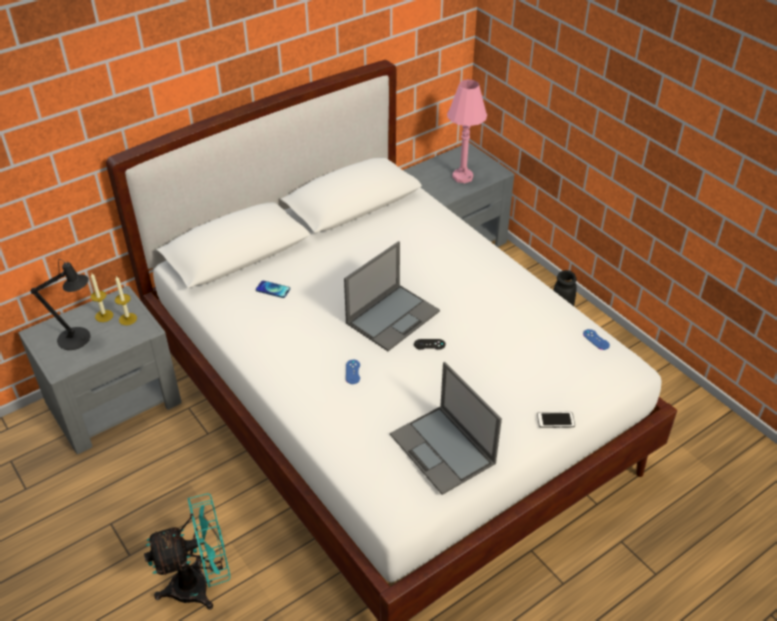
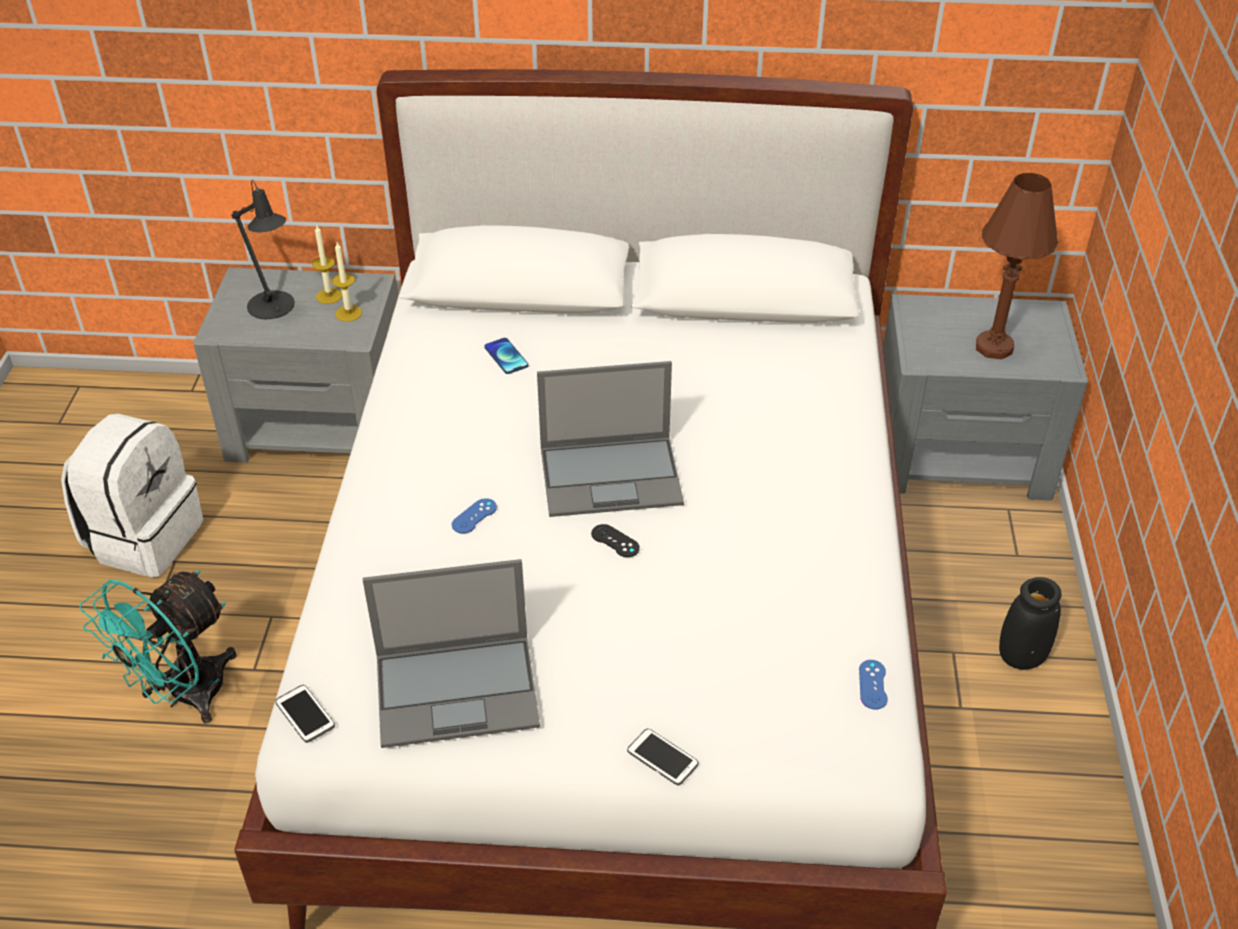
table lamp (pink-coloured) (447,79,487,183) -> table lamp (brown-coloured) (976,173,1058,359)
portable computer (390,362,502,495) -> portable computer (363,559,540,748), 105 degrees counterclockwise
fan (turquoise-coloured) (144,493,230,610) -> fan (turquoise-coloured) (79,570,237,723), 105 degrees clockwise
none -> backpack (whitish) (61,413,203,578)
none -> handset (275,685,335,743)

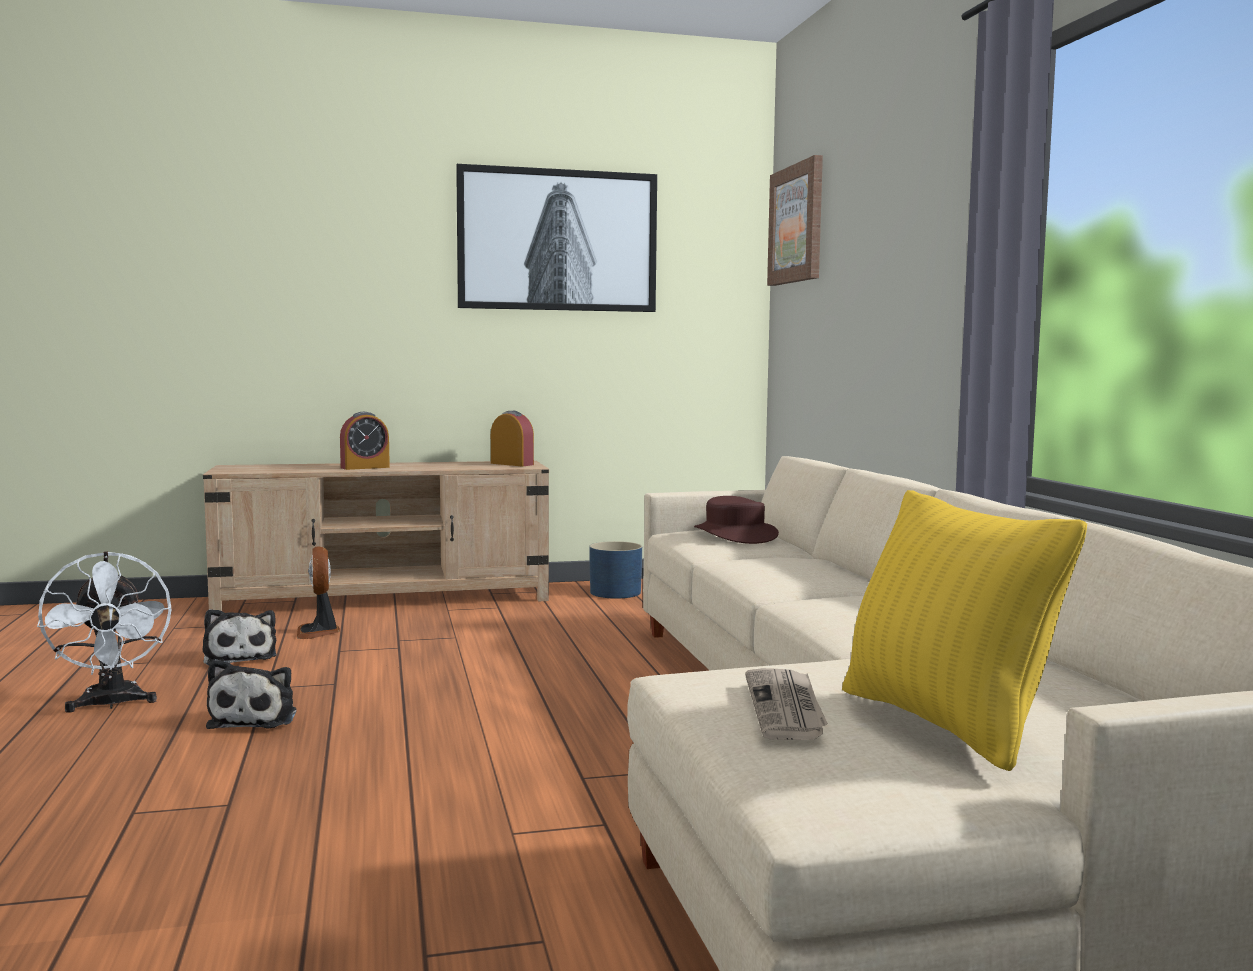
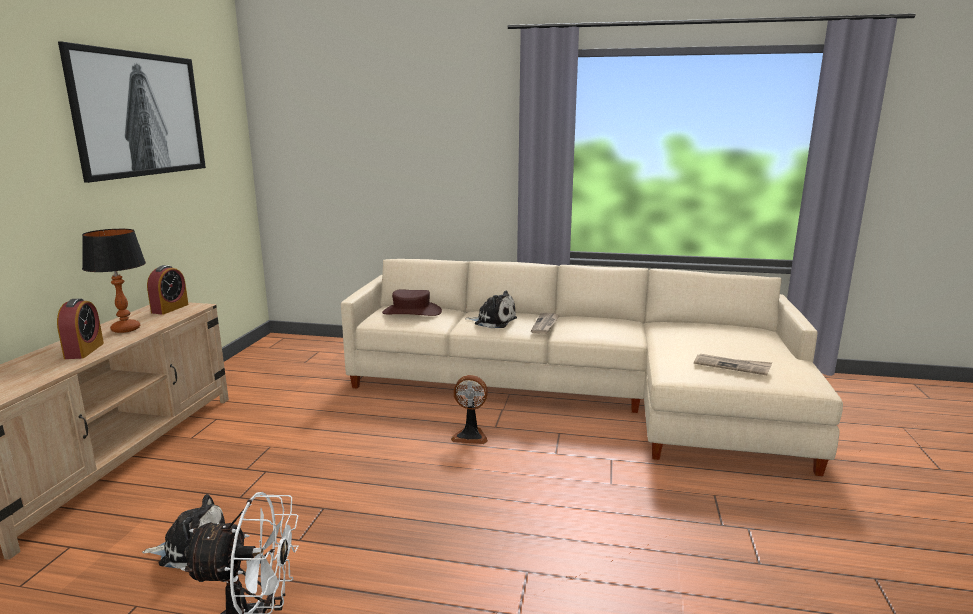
wall art (767,155,823,286) -> none
table clock (491,411,534,466) -> table clock (147,265,189,315), 135 degrees clockwise
throw pillow (yellow) (842,490,1087,771) -> none
planter (bluish) (589,541,642,599) -> none
fan (297,546,340,639) -> fan (451,375,488,444), shifted
plush toy (206,659,297,729) -> plush toy (465,291,517,328), shifted
none -> table lamp (82,229,146,333)
none -> daily paper (531,313,560,334)

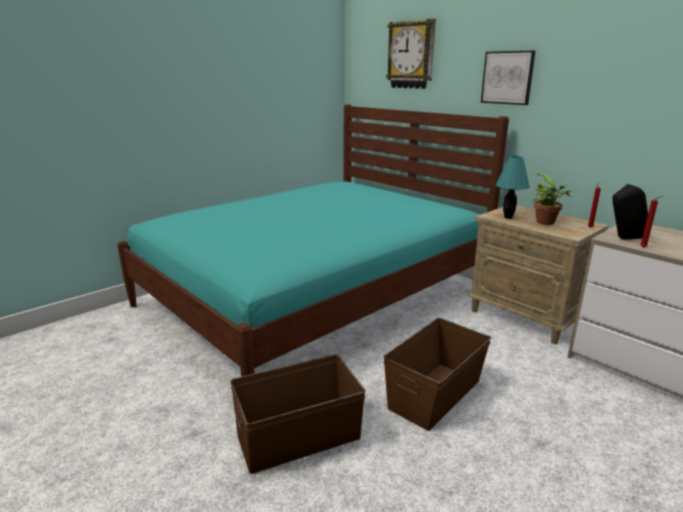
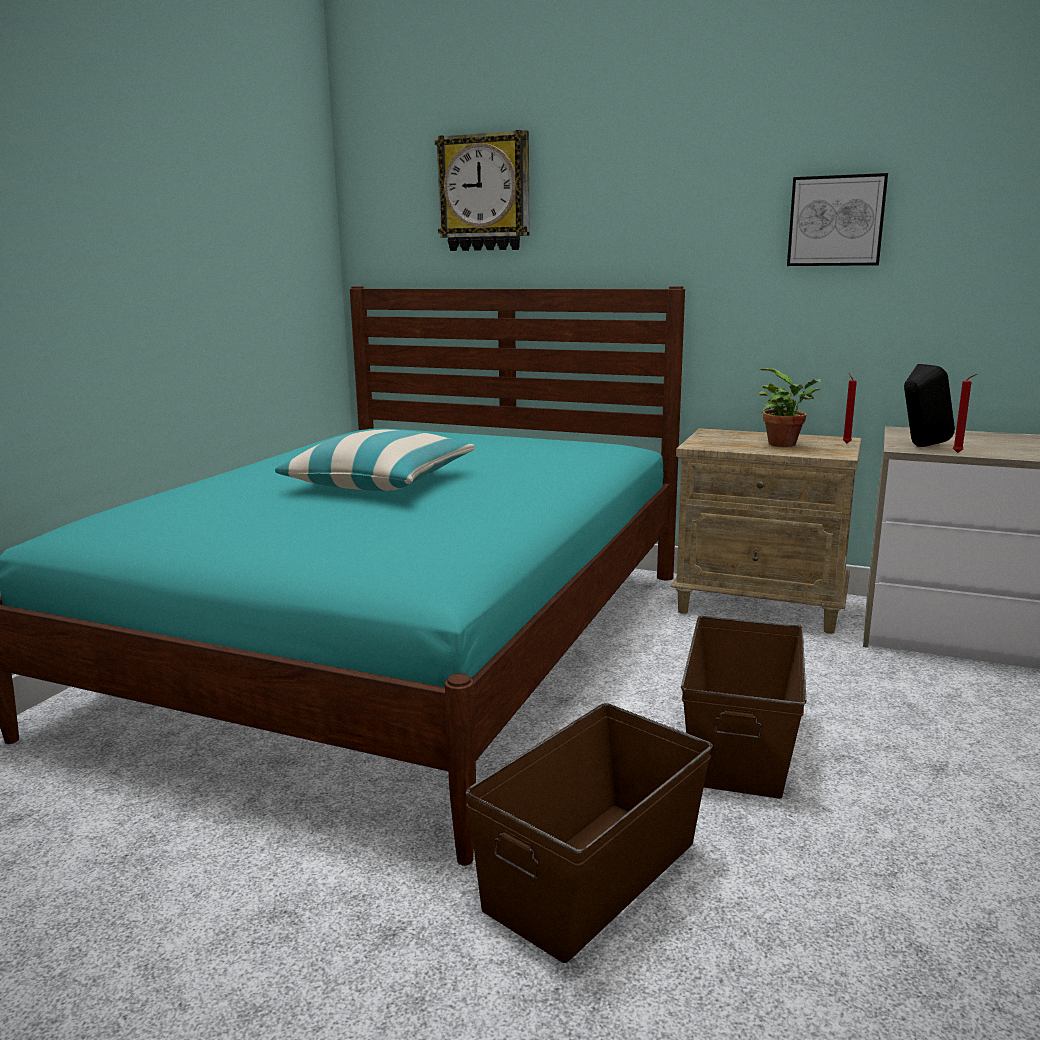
wall art (481,51,536,105) -> wall art (787,173,888,266), shifted
table lamp (turquoise-coloured) (496,156,530,219) -> none
none -> throw pillow (275,430,475,491)

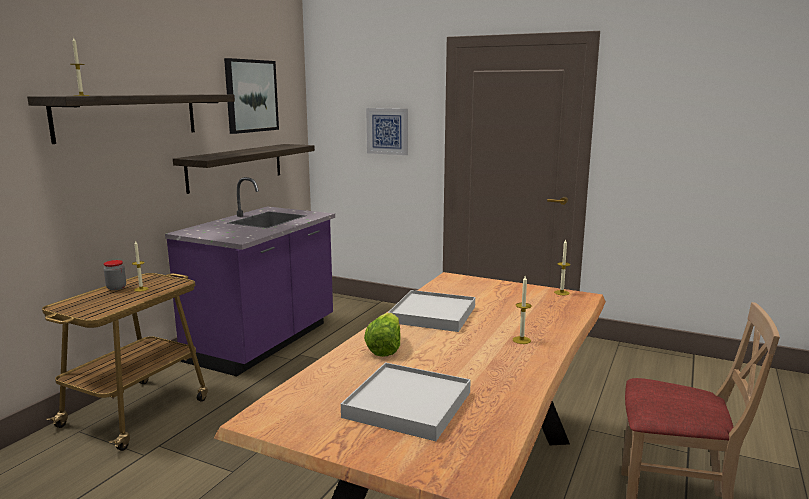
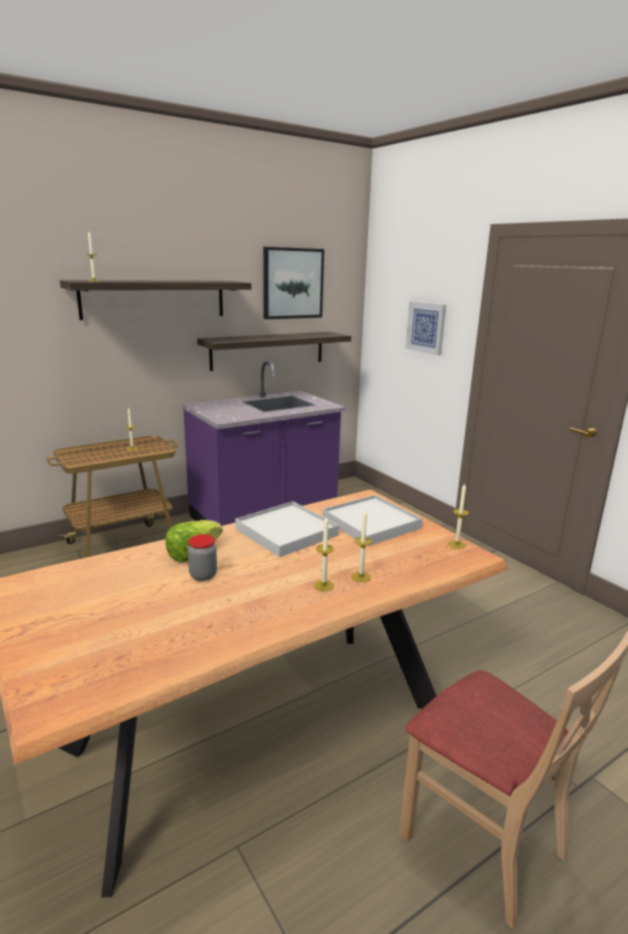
storage jar (104,260,126,290) -> storage jar (188,534,217,581), shifted
serving tray (whitish) (341,362,471,441) -> serving tray (whitish) (322,495,423,546), shifted
none -> wax light (351,510,372,583)

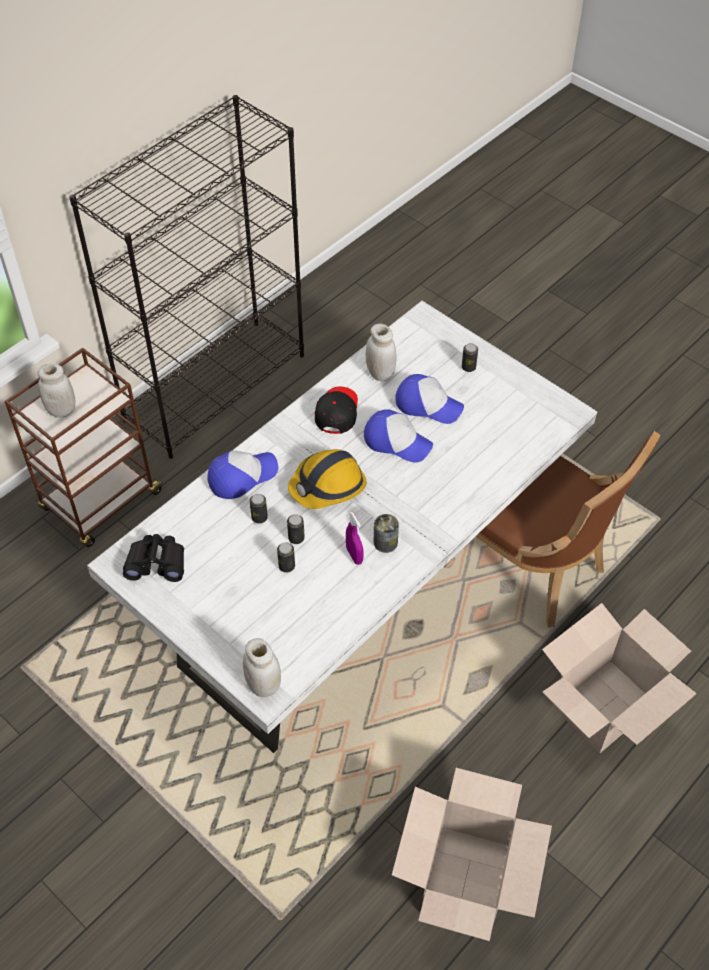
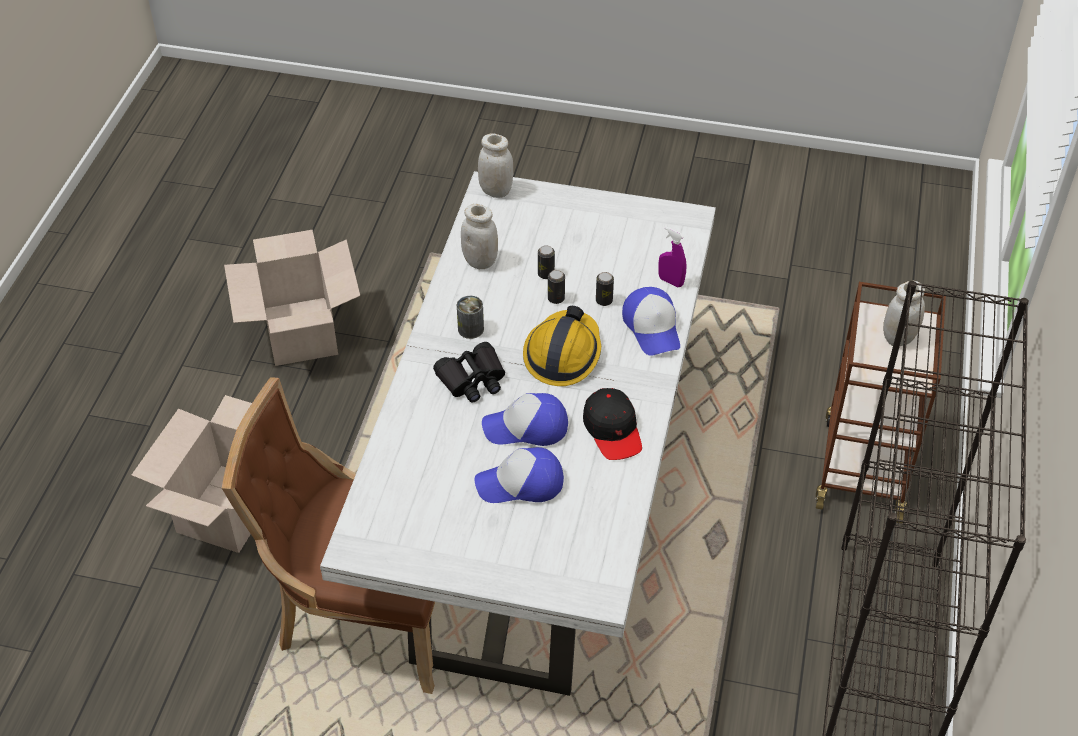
storage jar (whitish) (366,323,396,381) -> storage jar (whitish) (461,204,498,269), shifted
can (462,343,478,372) -> none
cap (207,451,278,499) -> cap (622,287,680,356), 45 degrees counterclockwise
hand sprayer (purplish) (346,512,364,565) -> hand sprayer (purplish) (658,227,686,287), shifted
pair of binoculars (black) (123,534,184,582) -> pair of binoculars (black) (433,342,505,403), shifted

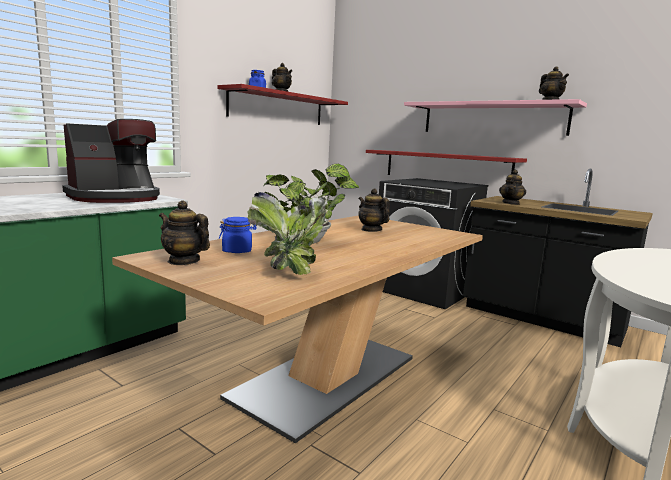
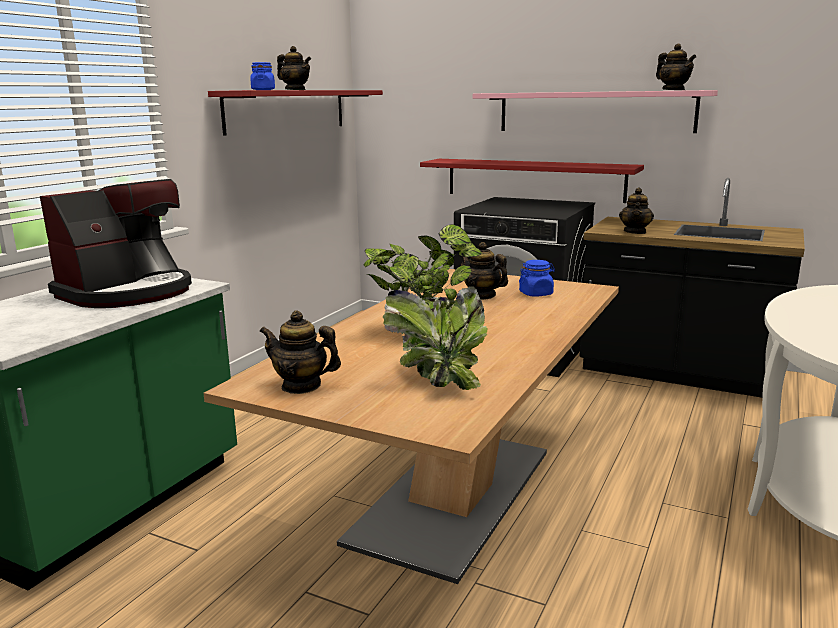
storage jar (bluish) (219,217,257,253) -> storage jar (bluish) (519,260,555,296), shifted

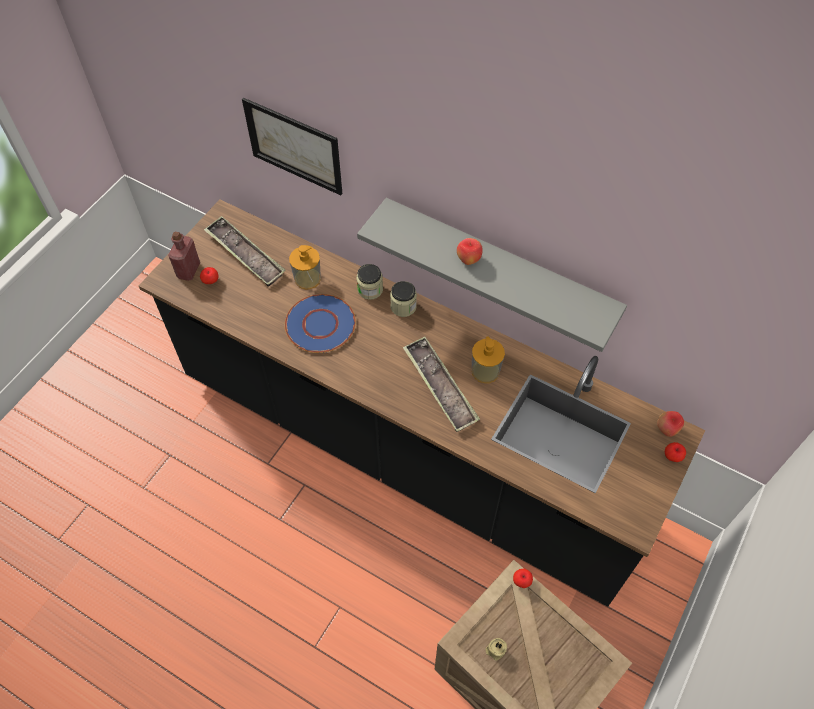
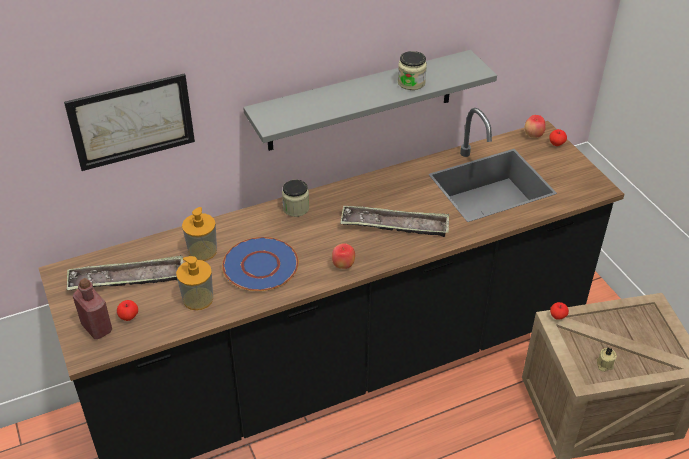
apple (457,238,483,265) -> apple (332,243,355,269), shifted
storage jar (356,264,383,300) -> storage jar (398,51,427,90), shifted
soap dispenser (472,337,505,383) -> soap dispenser (176,256,213,310), shifted

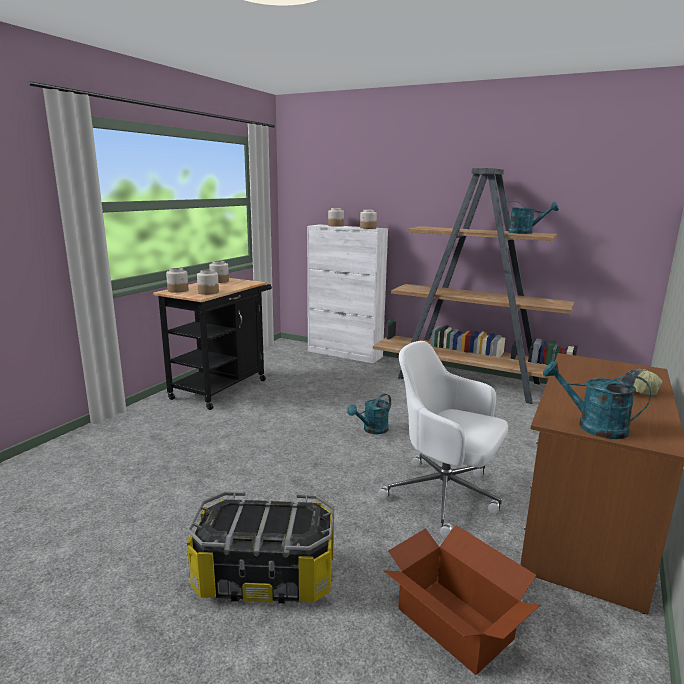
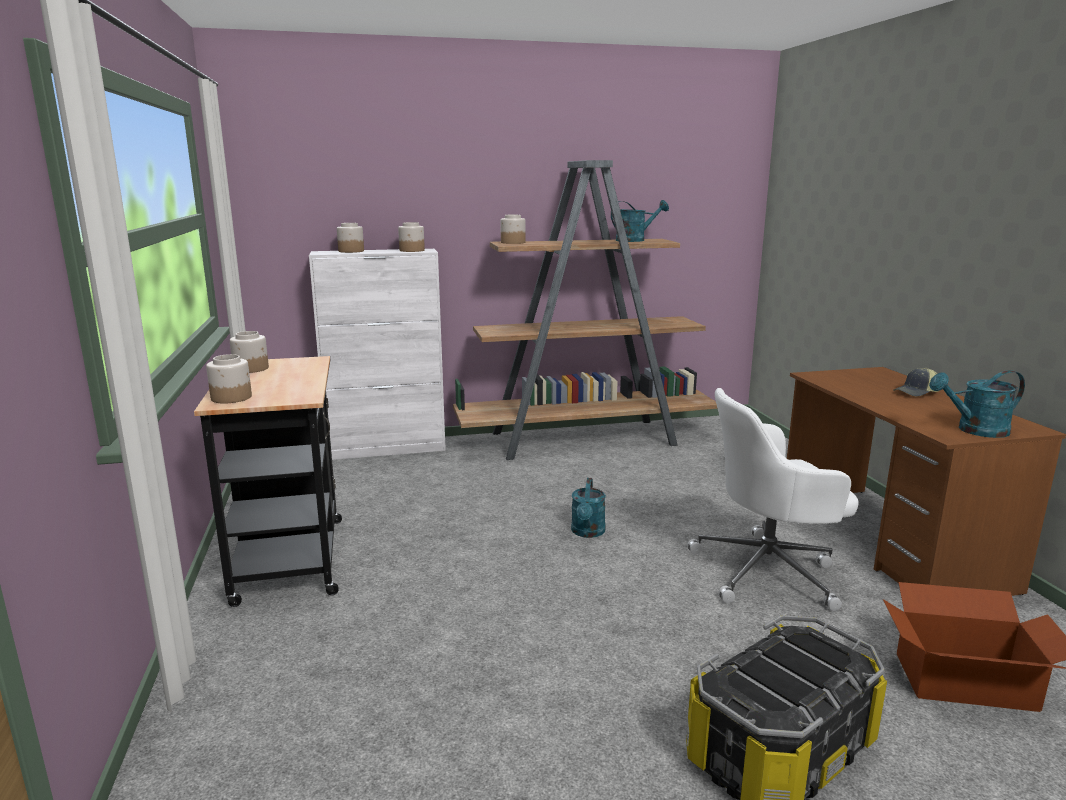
storage jar (197,270,219,295) -> storage jar (500,215,525,244), shifted

